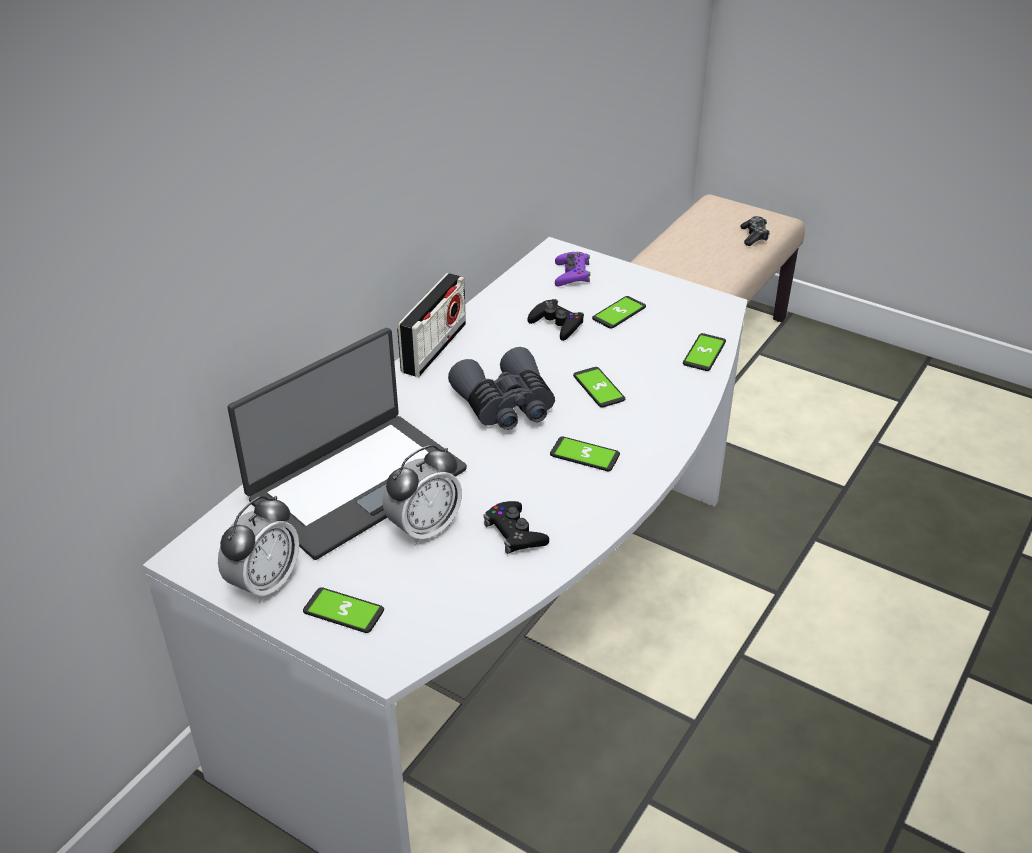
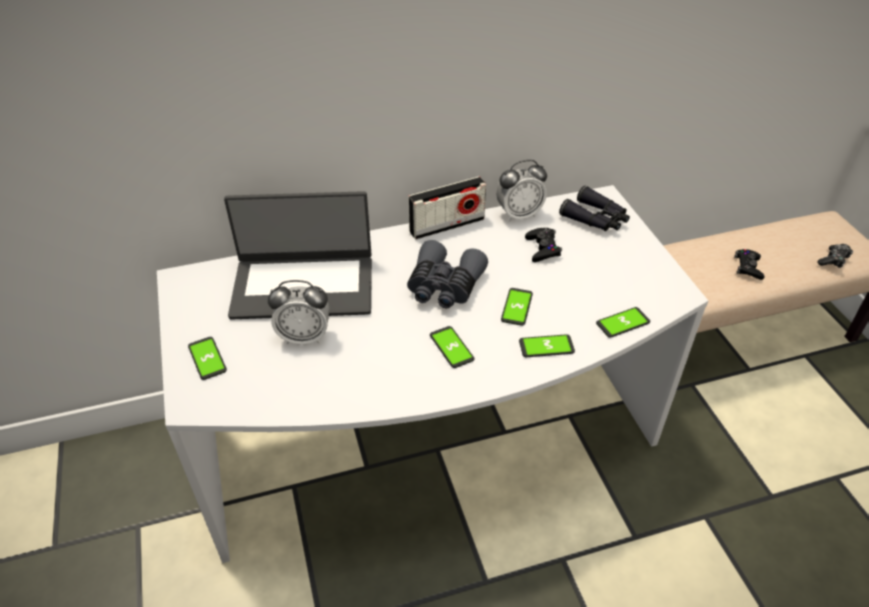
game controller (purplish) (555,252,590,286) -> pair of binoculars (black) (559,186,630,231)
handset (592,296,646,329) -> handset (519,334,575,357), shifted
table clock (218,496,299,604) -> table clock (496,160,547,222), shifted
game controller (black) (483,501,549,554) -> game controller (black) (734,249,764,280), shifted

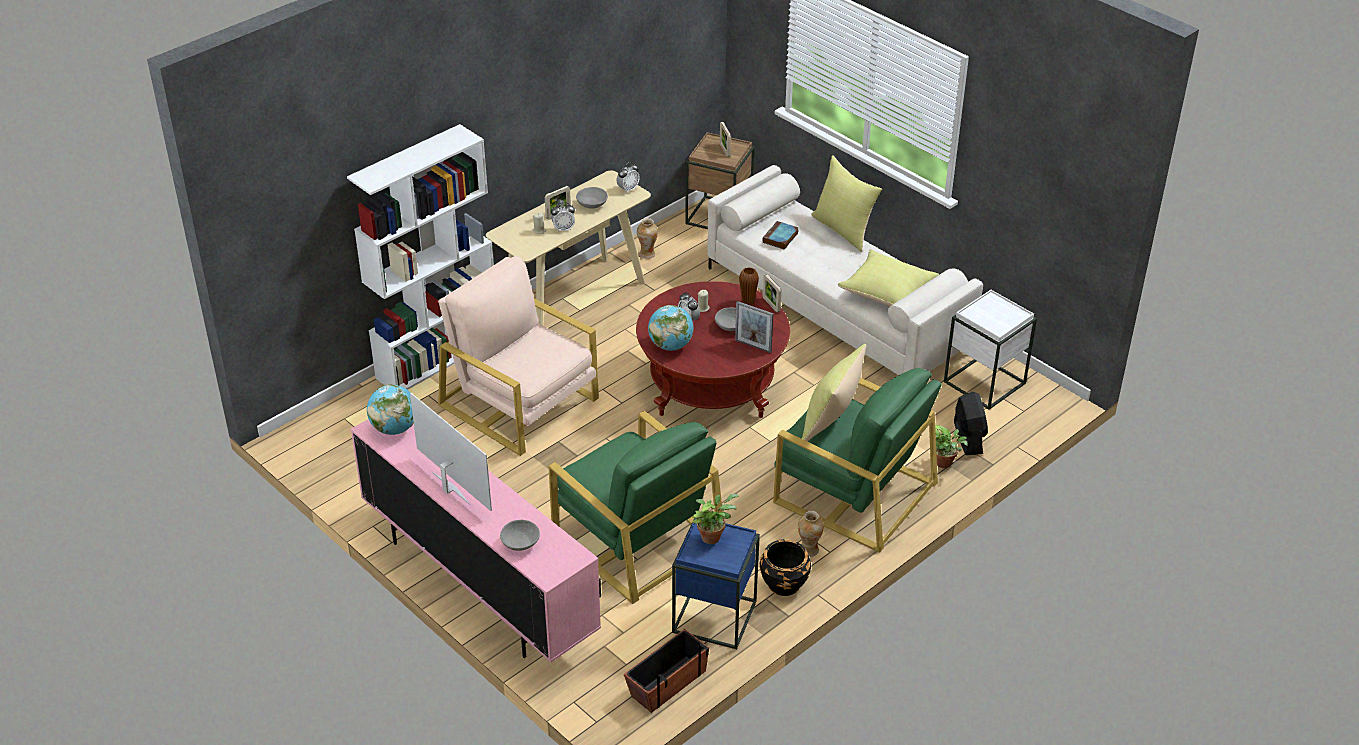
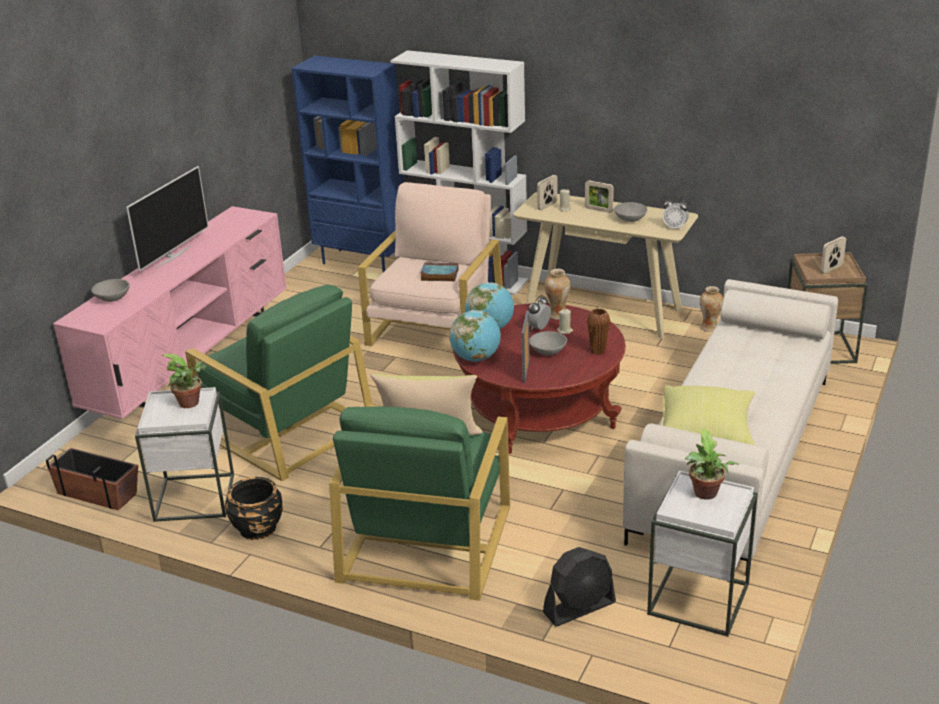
throw pillow (yellow) (811,156,882,252) -> none
table clock (551,202,575,231) -> none
book (763,221,799,250) -> book (420,262,459,281), shifted
standing frame (763,274,781,312) -> standing frame (537,175,558,210), shifted
world globe (367,384,414,435) -> world globe (449,310,501,362), shifted
lounge chair (green-coloured) (548,411,722,604) -> lounge chair (green-coloured) (185,285,373,481), 75 degrees counterclockwise
plant in a pot (935,425,968,468) -> plant in a pot (685,429,739,500), shifted
vase (798,511,824,557) -> vase (545,269,570,320), shifted
accent table (bluish) (672,518,760,649) -> accent table (whitish) (135,387,234,522)
none -> bookshelf (bluish) (292,56,404,272)

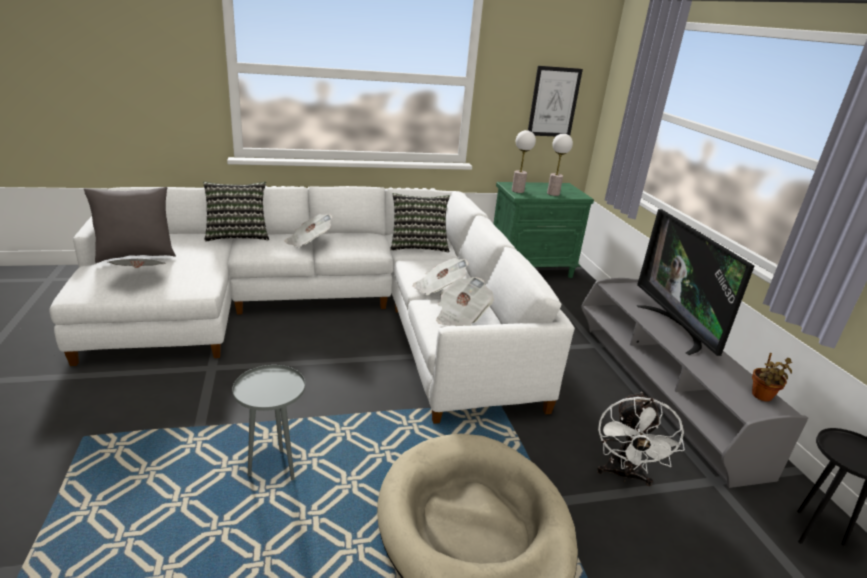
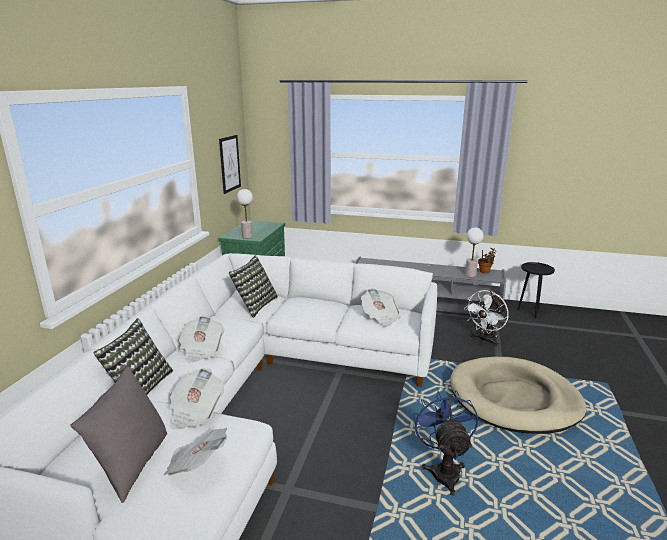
table lamp (547,133,573,196) -> table lamp (465,228,484,277), shifted
TV (637,209,754,356) -> none
daily paper (413,258,469,295) -> daily paper (168,368,224,429), shifted
accent table (gray) (232,365,305,480) -> fan (bluish) (413,391,478,496)
fan (whitish) (597,392,685,486) -> fan (whitish) (464,290,509,347), 90 degrees clockwise

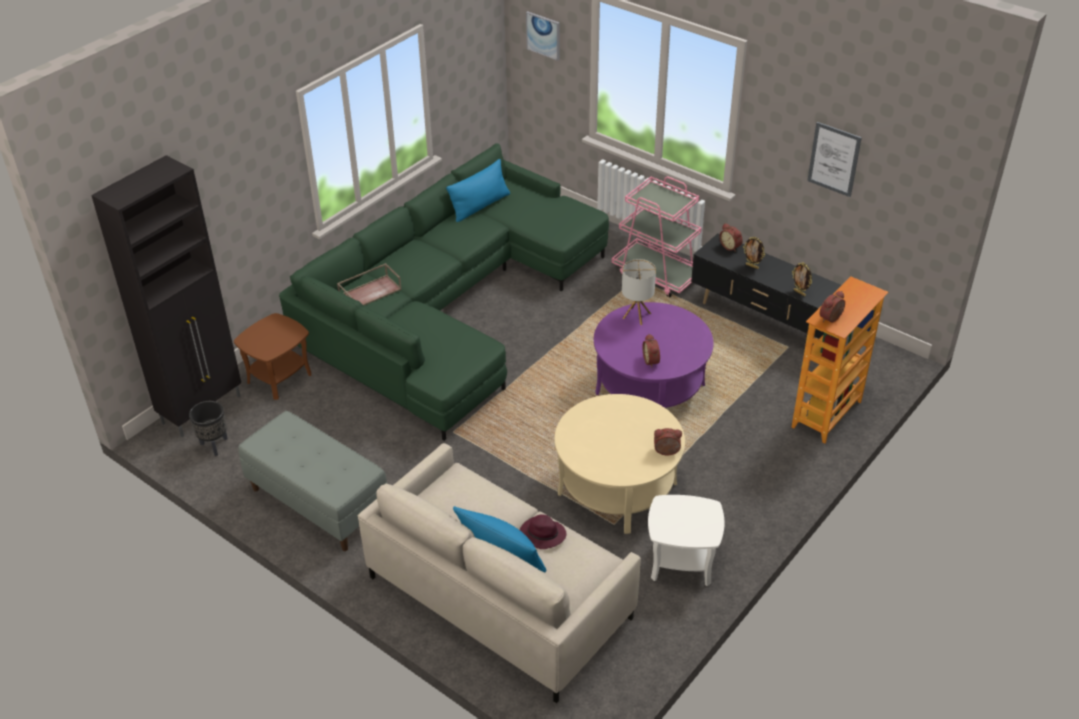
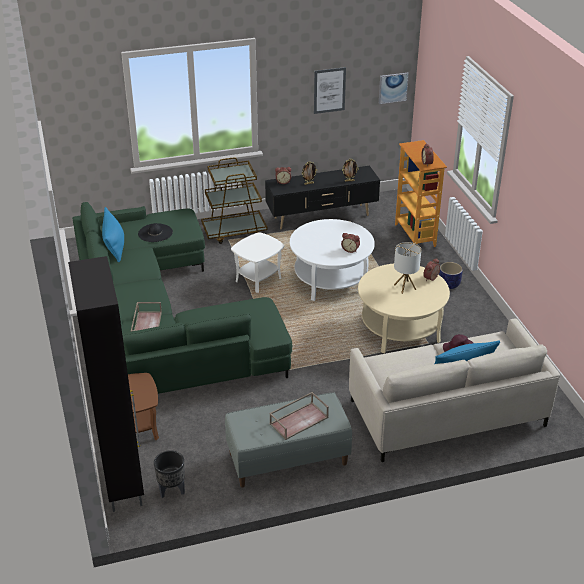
wall art (526,11,560,61) -> wall art (379,73,409,104), shifted
trolley (pink-coloured) (612,176,702,297) -> trolley (brown-coloured) (201,157,267,244)
table lamp (622,259,656,325) -> table lamp (394,242,421,294), shifted
low table (purplish) (594,302,714,408) -> low table (whitish) (290,219,375,301)
accent table (whitish) (648,495,725,586) -> accent table (whitish) (231,232,284,293), shifted
none -> clothing hat (black) (138,223,173,242)
none -> planter (439,262,463,289)
none -> serving tray (brown-coloured) (269,392,329,440)

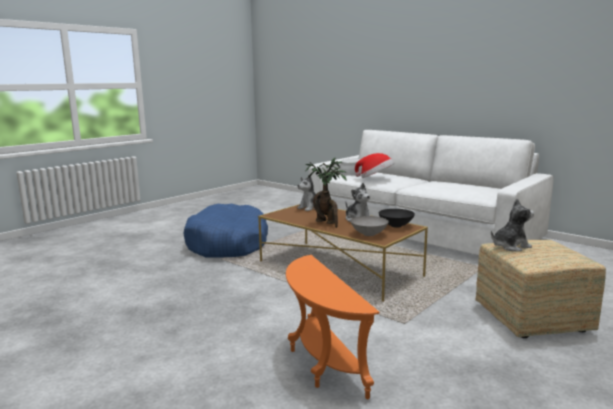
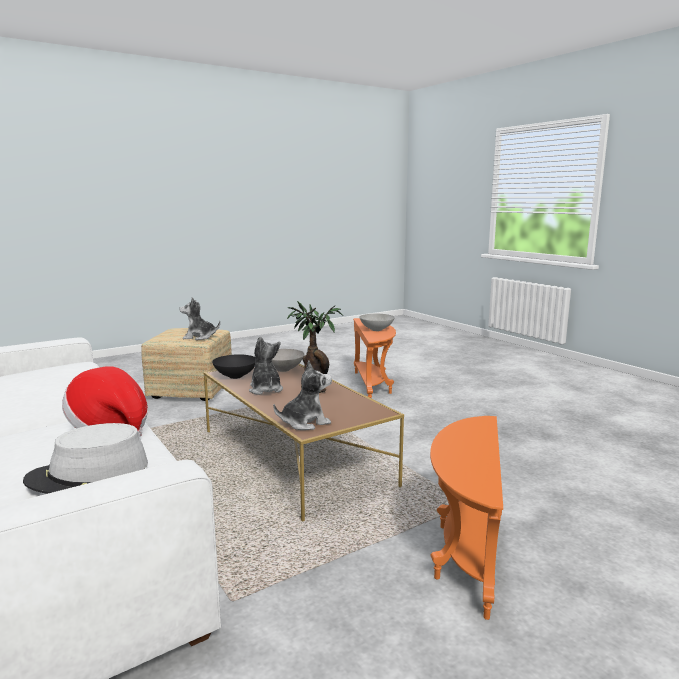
pet bed (bluish) (183,204,268,258) -> accent table (orange-coloured) (430,416,503,620)
none -> serving bowl (gray) (359,314,395,331)

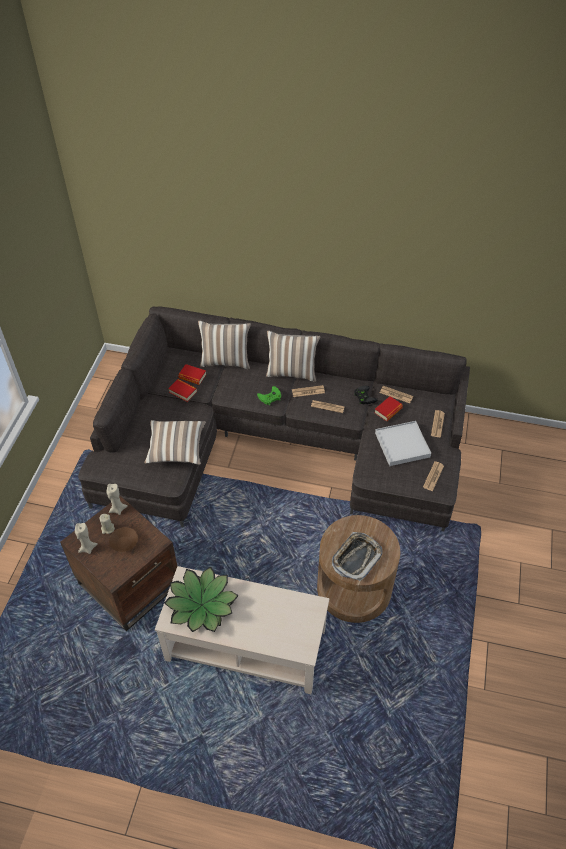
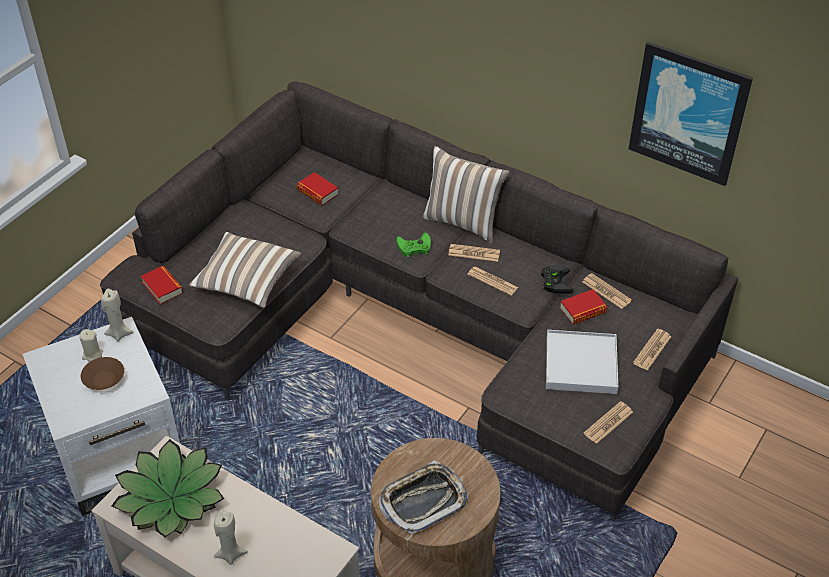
throw pillow (198,320,251,369) -> none
book (168,379,197,402) -> book (141,266,183,305), shifted
accent table (brown-coloured) (60,496,177,631) -> accent table (whitish) (22,317,180,516)
wax light (beige) (75,523,98,554) -> wax light (beige) (214,510,248,565), shifted
none -> wall art (629,42,753,186)

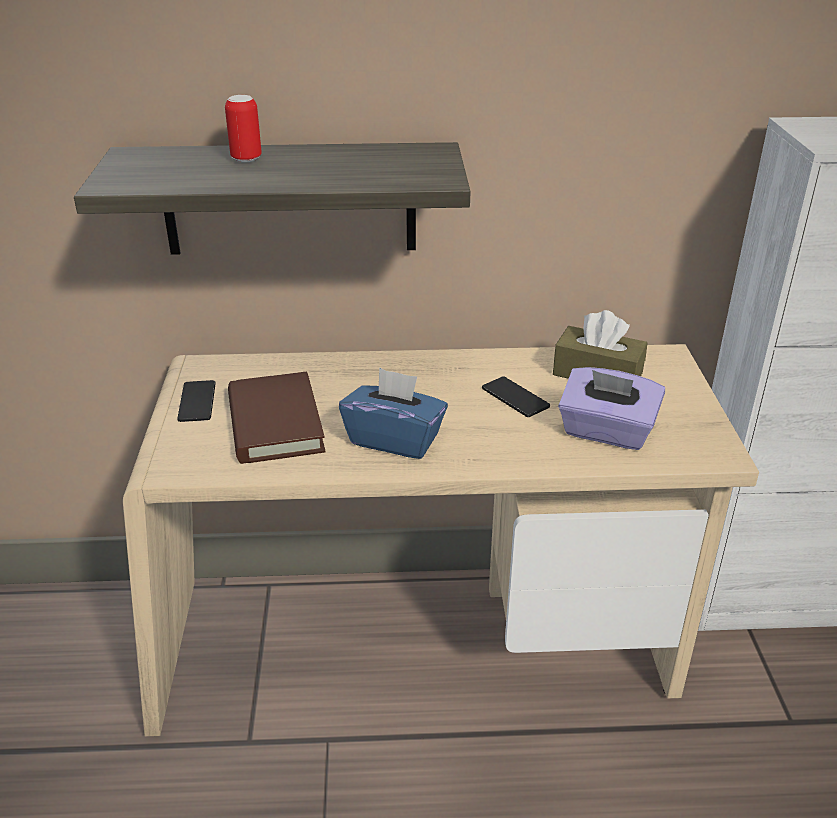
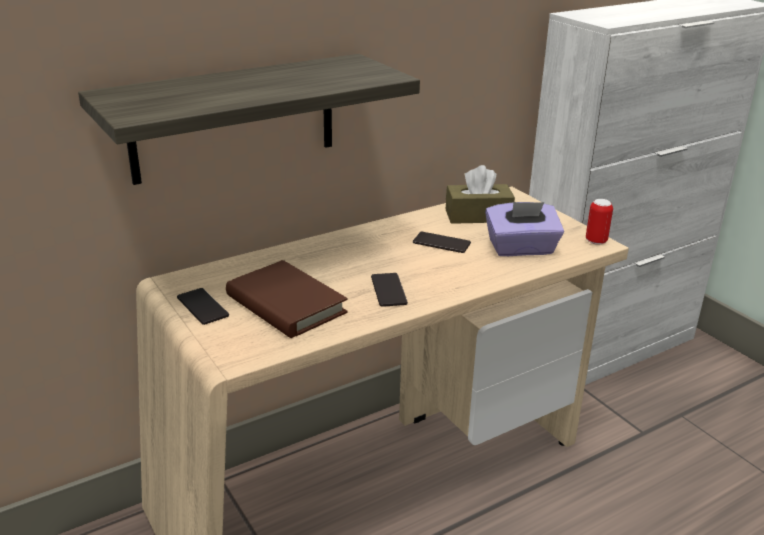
can (225,95,262,162) -> can (586,199,613,245), shifted
tissue box (bluish) (339,368,448,459) -> handset (371,273,408,307)

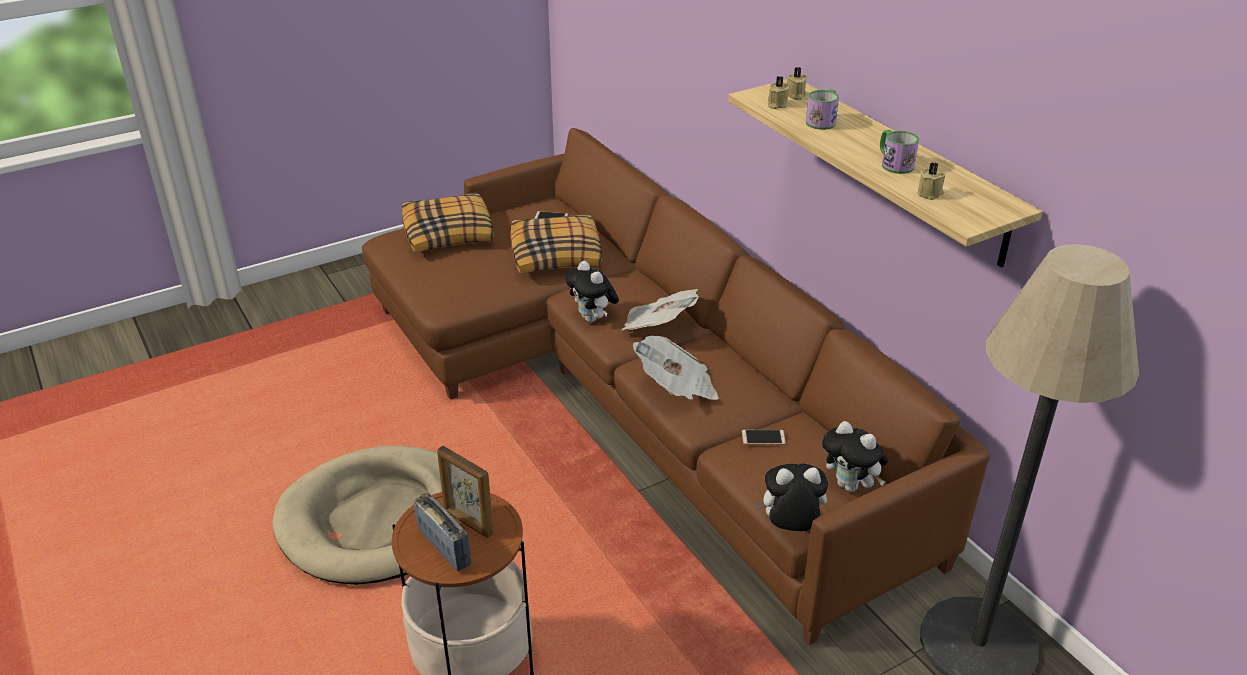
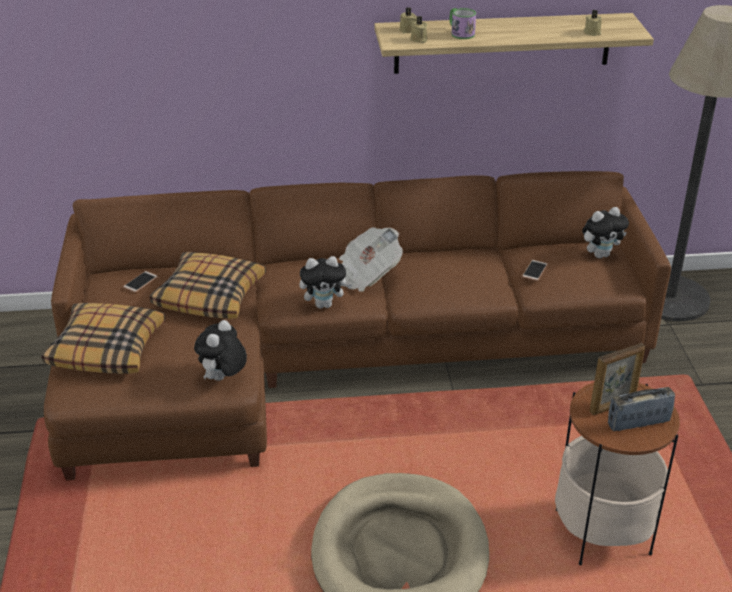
tea mug (880,129,919,174) -> none
daily paper (633,336,719,400) -> none
plush toy (755,464,828,531) -> plush toy (194,320,247,381), shifted

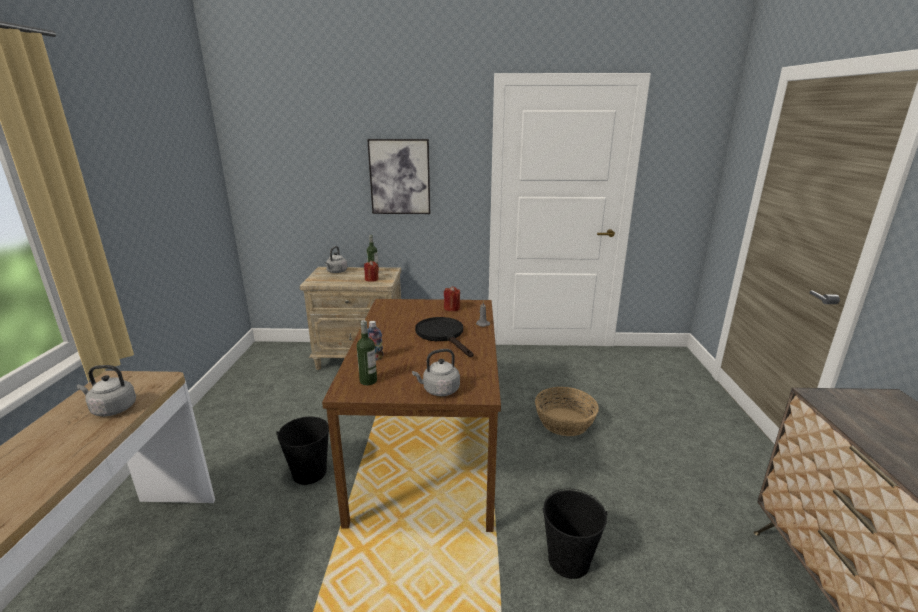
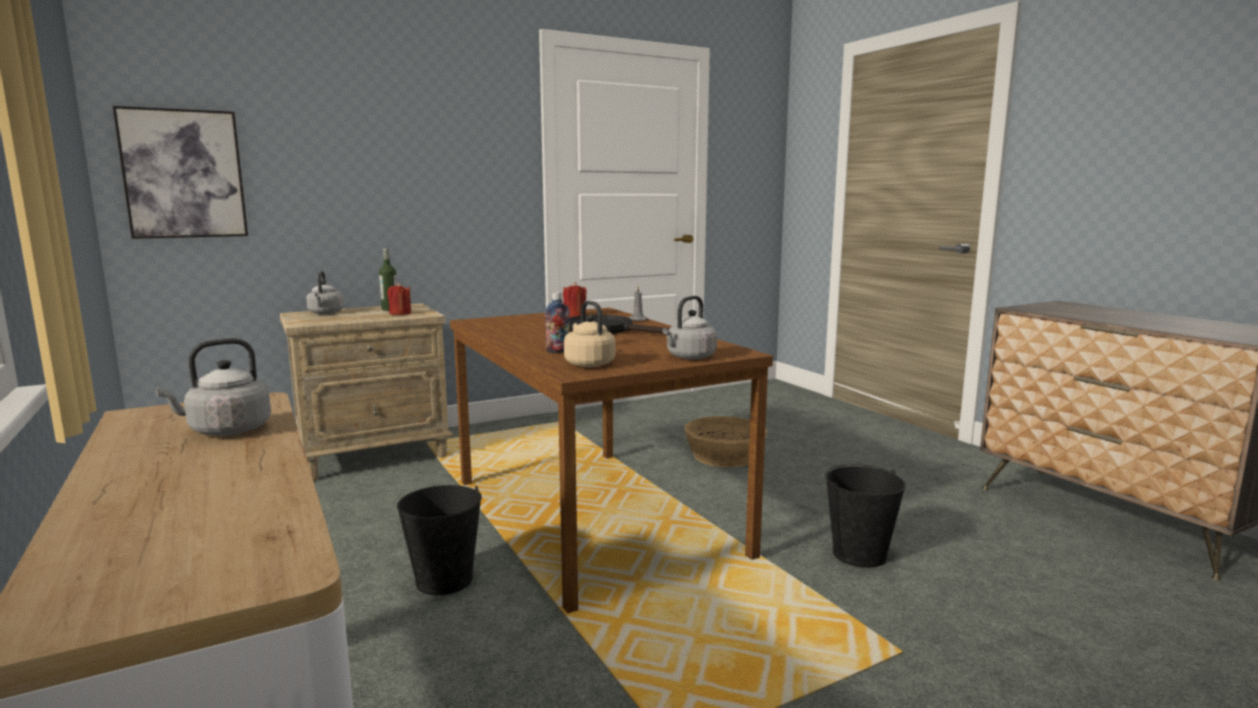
wall art (367,139,430,214) -> wall art (113,106,248,239), shifted
beverage bottle (357,320,377,385) -> water kettle (beige) (564,301,615,367)

